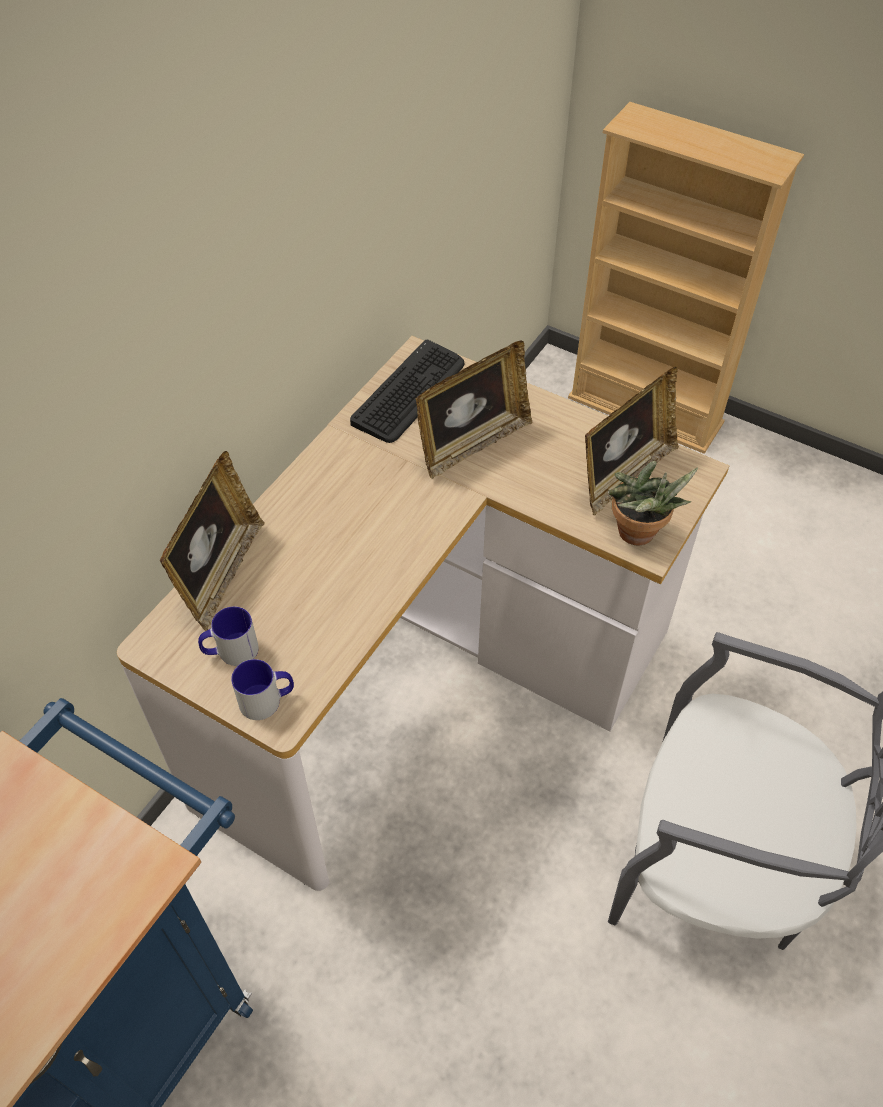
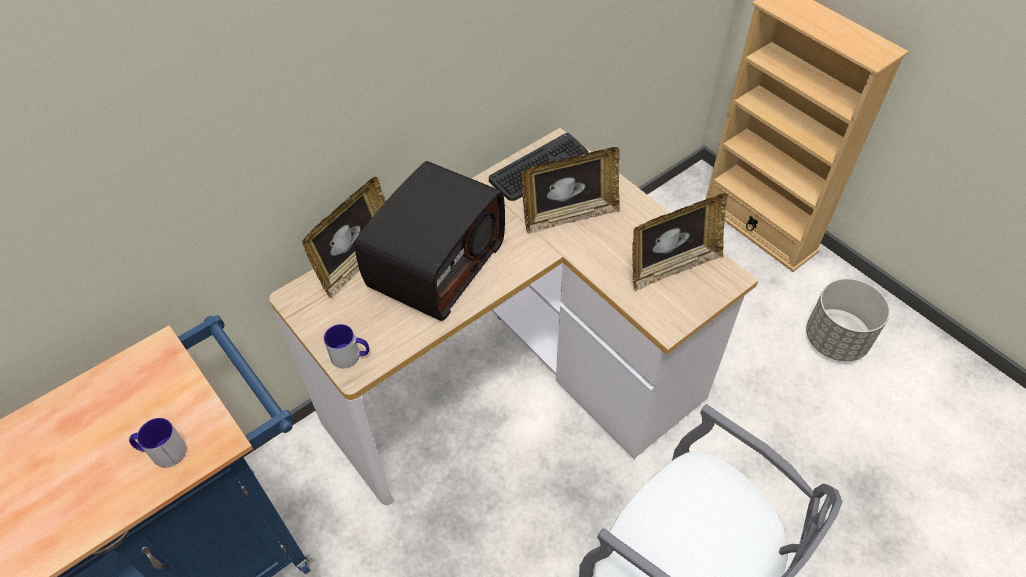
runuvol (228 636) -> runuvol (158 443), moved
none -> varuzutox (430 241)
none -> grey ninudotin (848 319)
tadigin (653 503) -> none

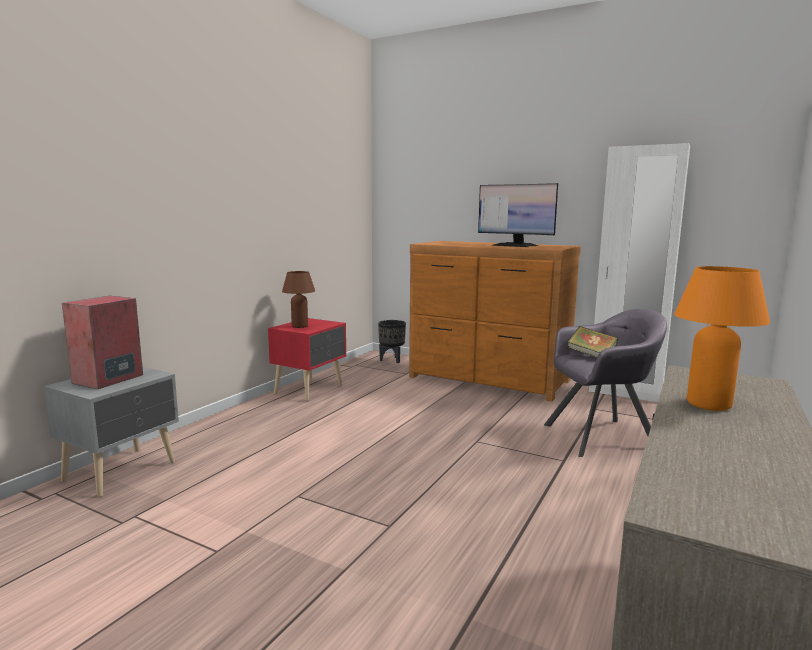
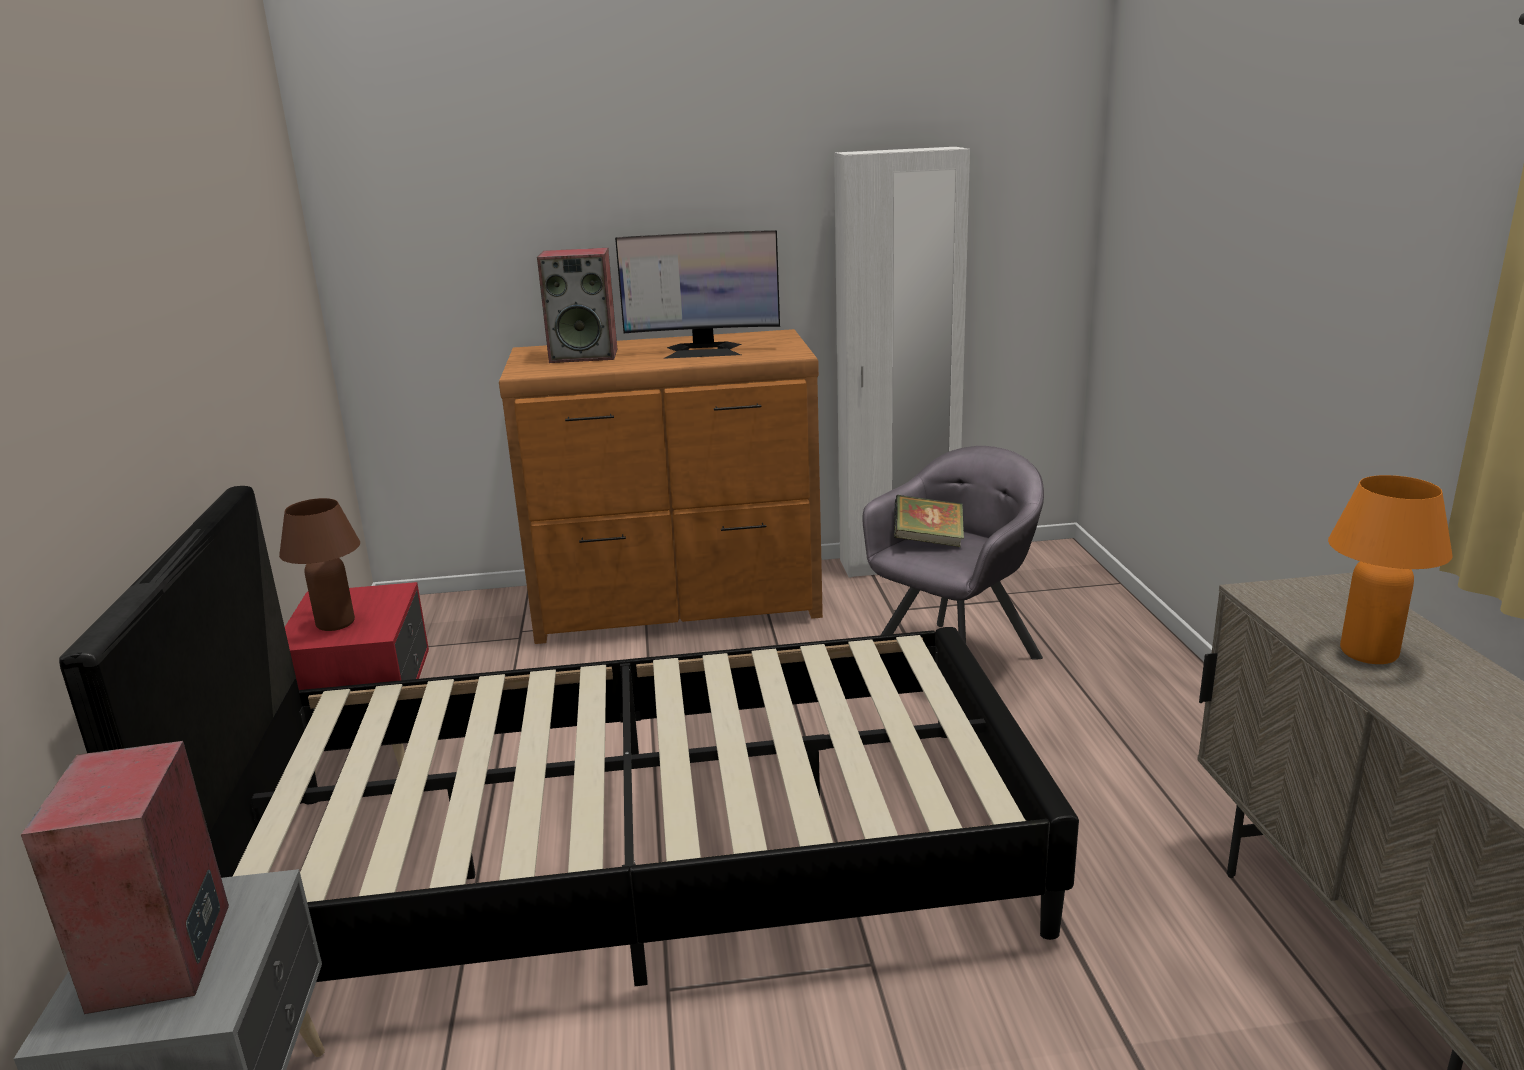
none -> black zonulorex (569 736)
none -> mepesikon (577 305)
black ninudotin (392 341) -> none

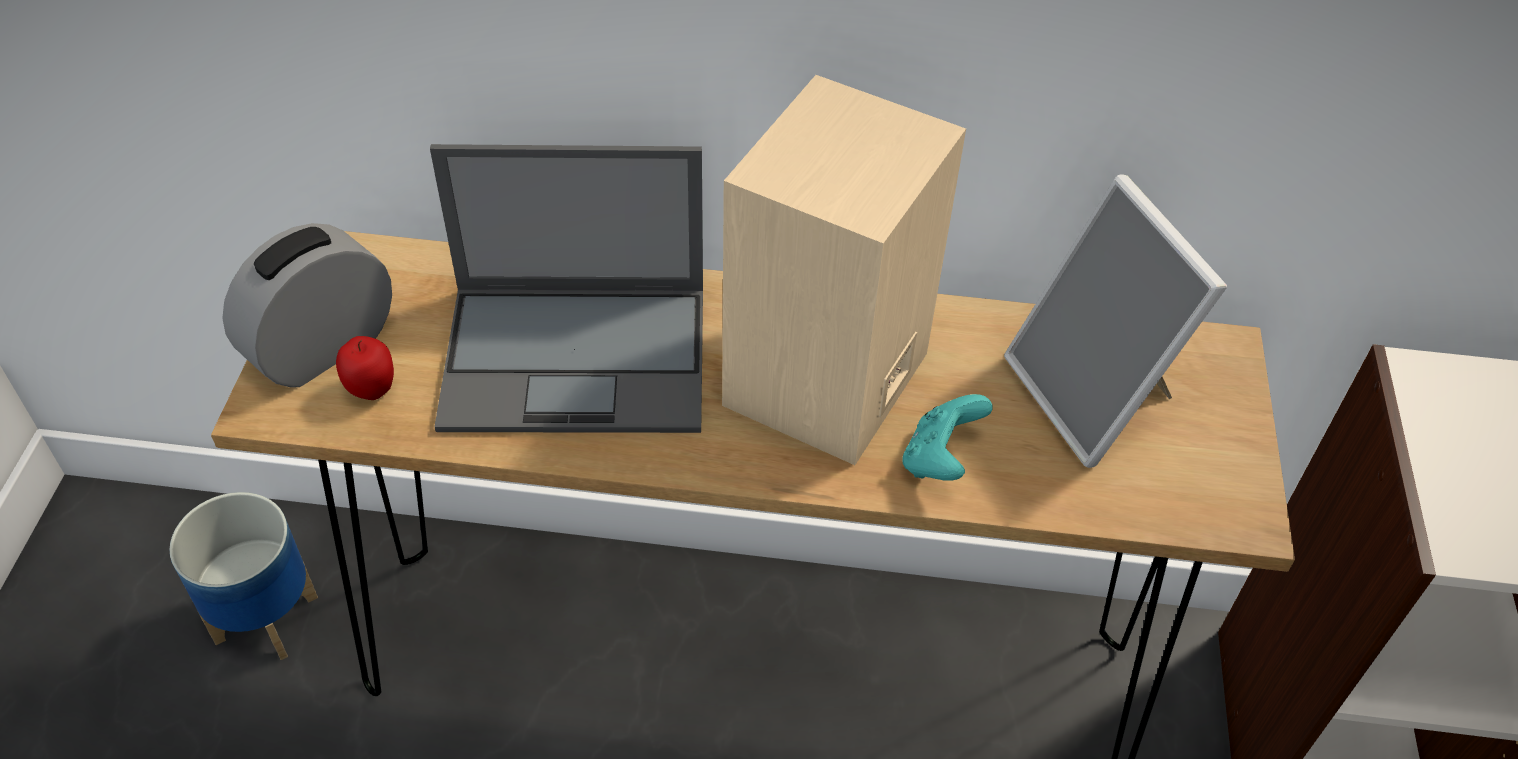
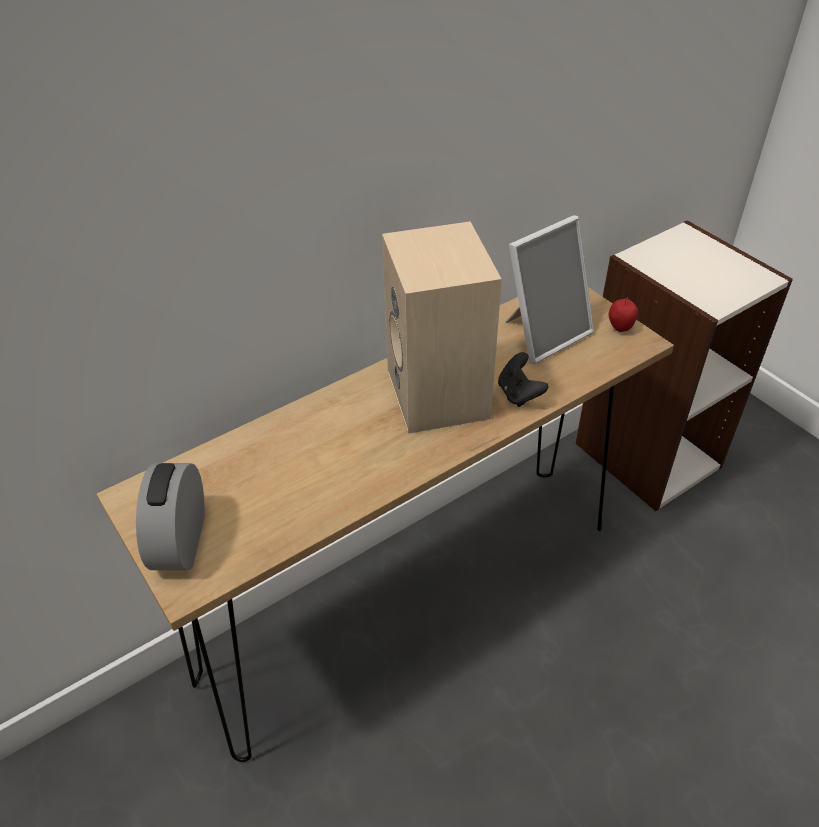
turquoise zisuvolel (947 437) -> black zisuvolel (523 379)
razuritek (1115 321) -> razuritek (549 289), 60 degrees counterclockwise
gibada (365 368) -> gibada (623 314), moved
ninudotin (244 576) -> none
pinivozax (566 288) -> none

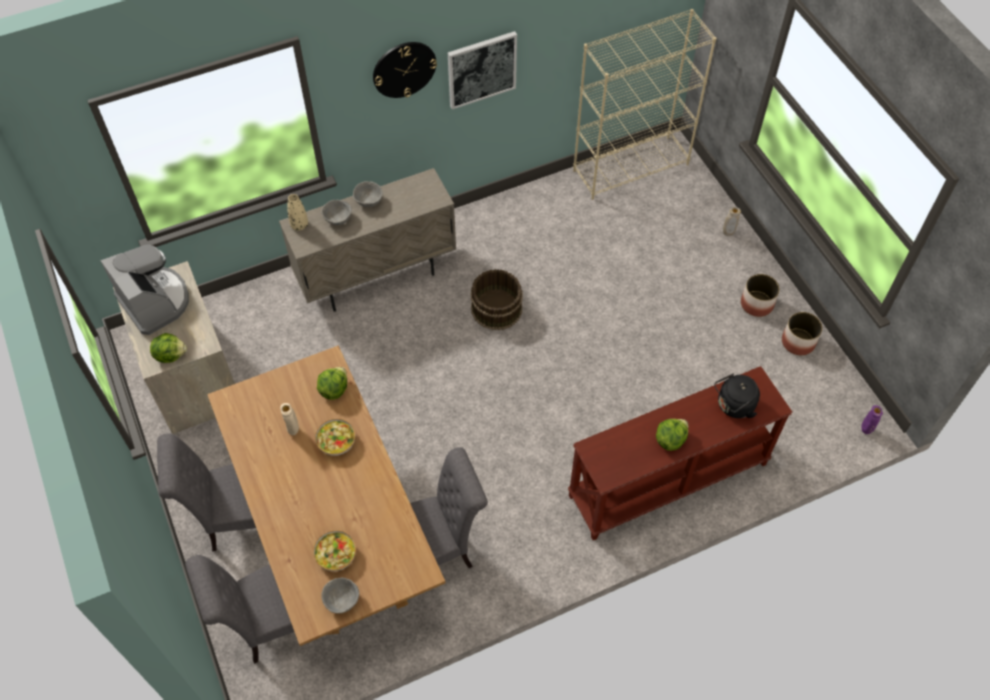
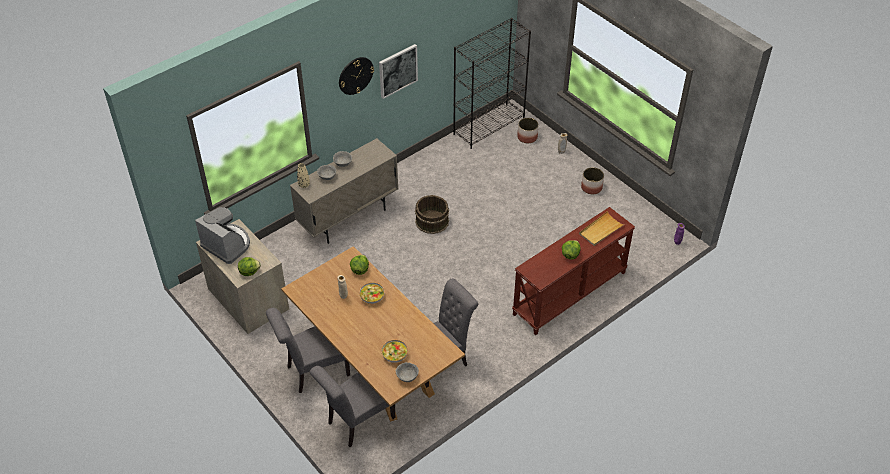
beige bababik (644 104) -> black bababik (492 83)
ninudotin (802 333) -> ninudotin (527 130), moved
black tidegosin (737 395) -> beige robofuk (602 228)

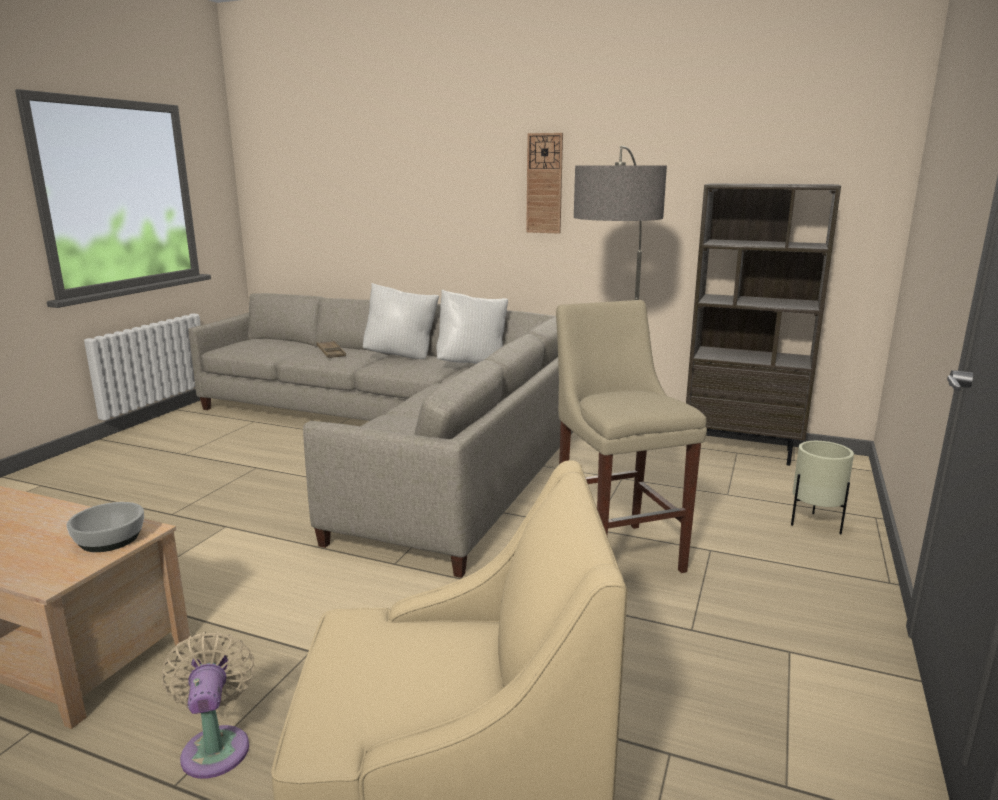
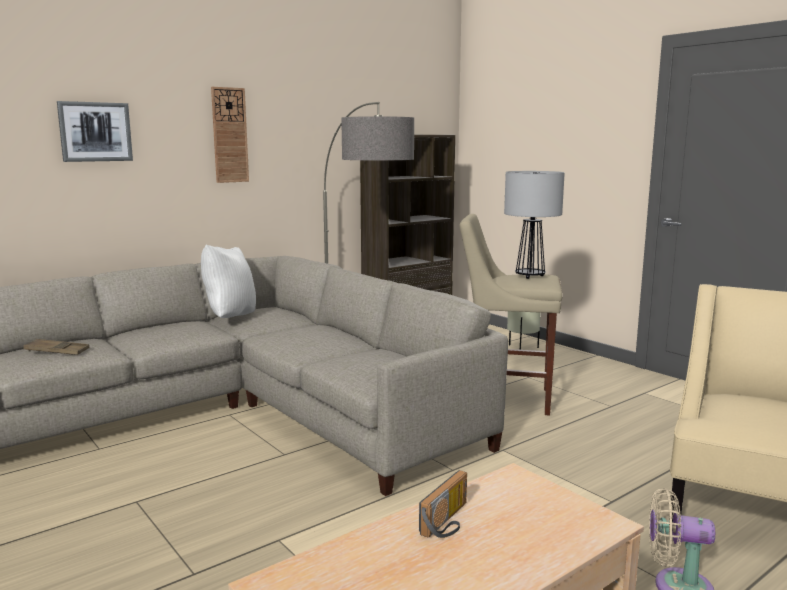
none -> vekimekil (95 131)
none -> varuzutox (443 504)
none -> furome (534 225)
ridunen (105 527) -> none
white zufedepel (401 321) -> none

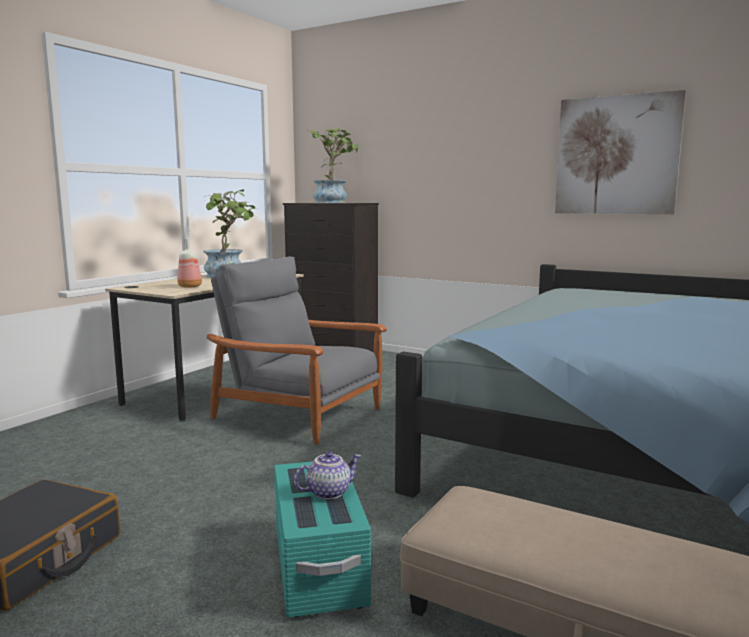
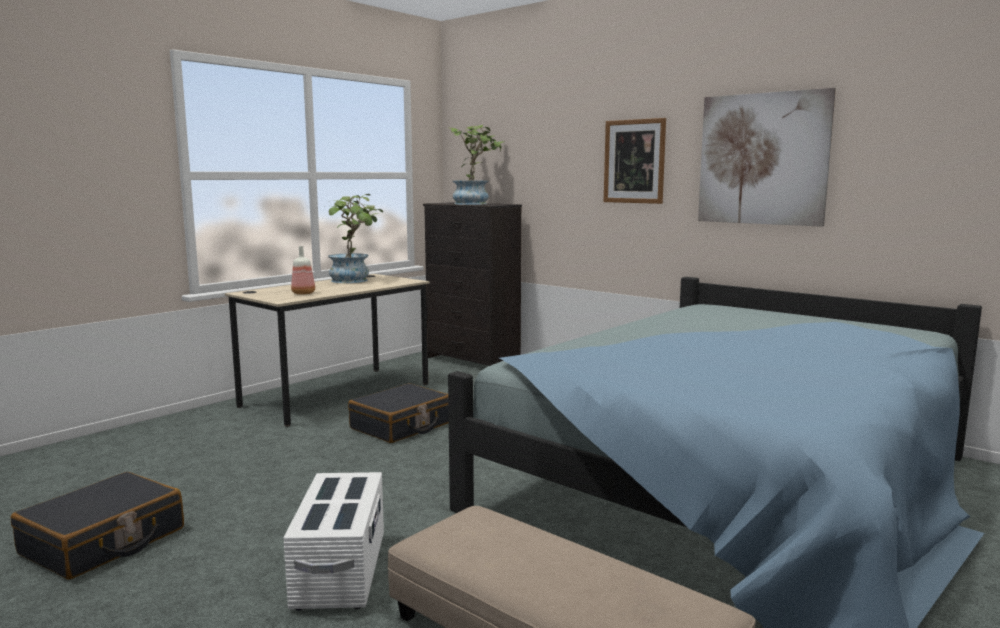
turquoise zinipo (322 539) -> white zinipo (333 541)
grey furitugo (297 350) -> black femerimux (398 413)
none -> vekimekil (635 161)
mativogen (327 475) -> none

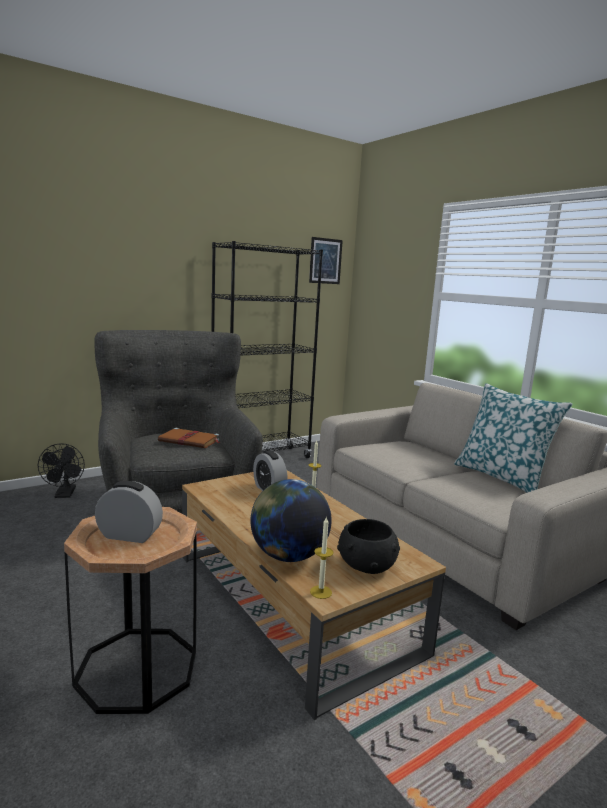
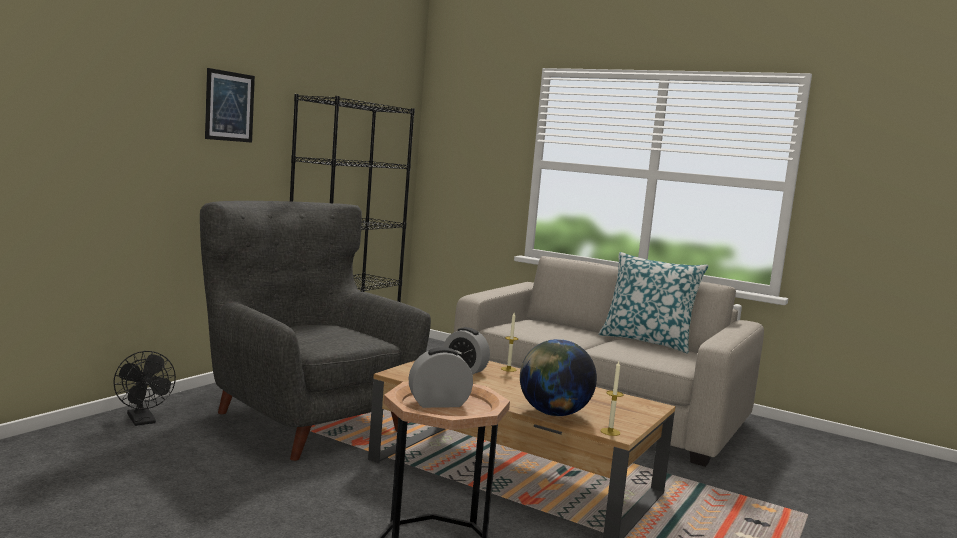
vekimekil (326 260) -> vekimekil (230 105), moved
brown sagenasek (188 438) -> none
black ridunen (368 546) -> none

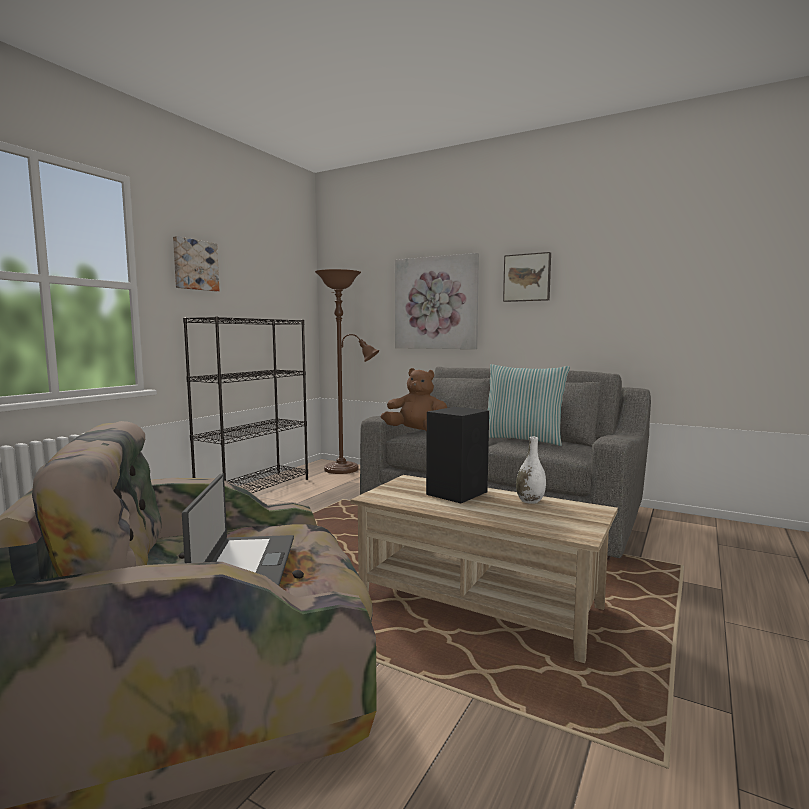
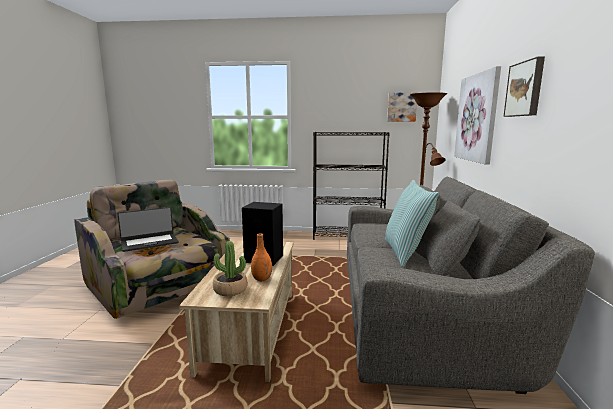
none -> tadigin (230 268)
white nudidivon (531 470) -> orange nudidivon (261 257)
vekimekil (196 263) -> vekimekil (402 106), moved
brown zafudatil (413 400) -> none

